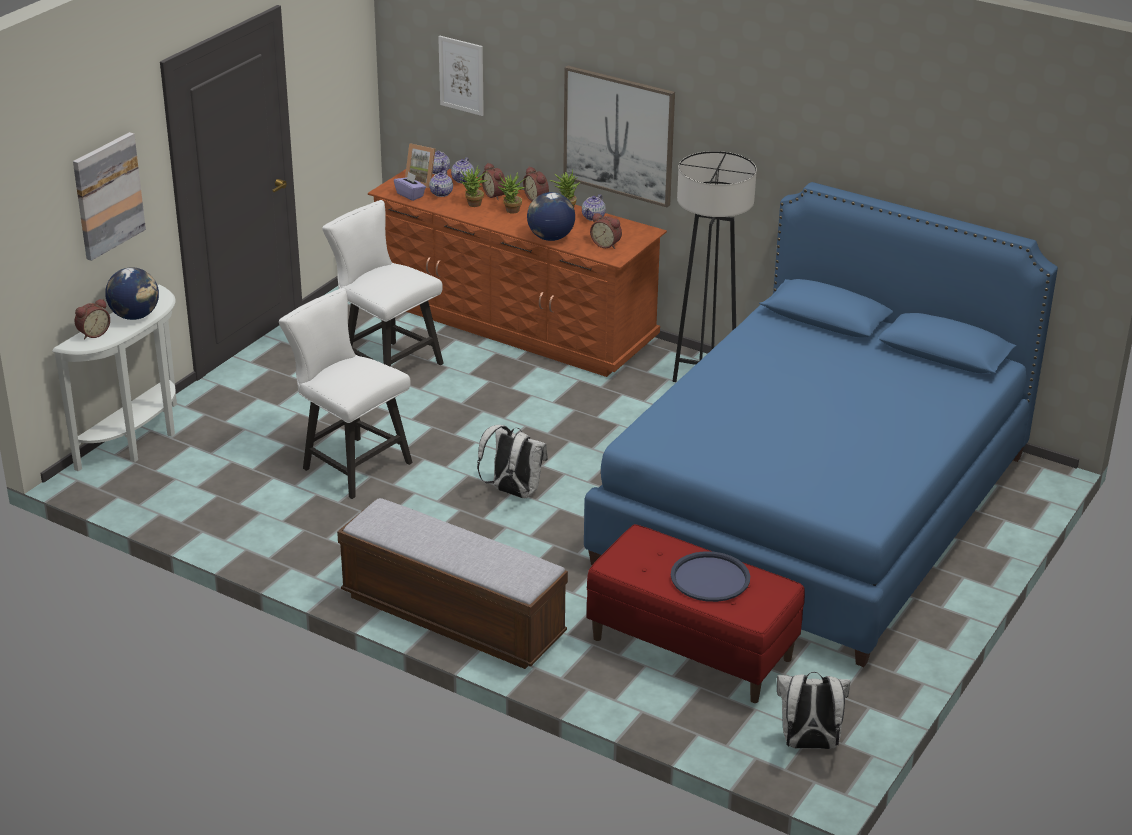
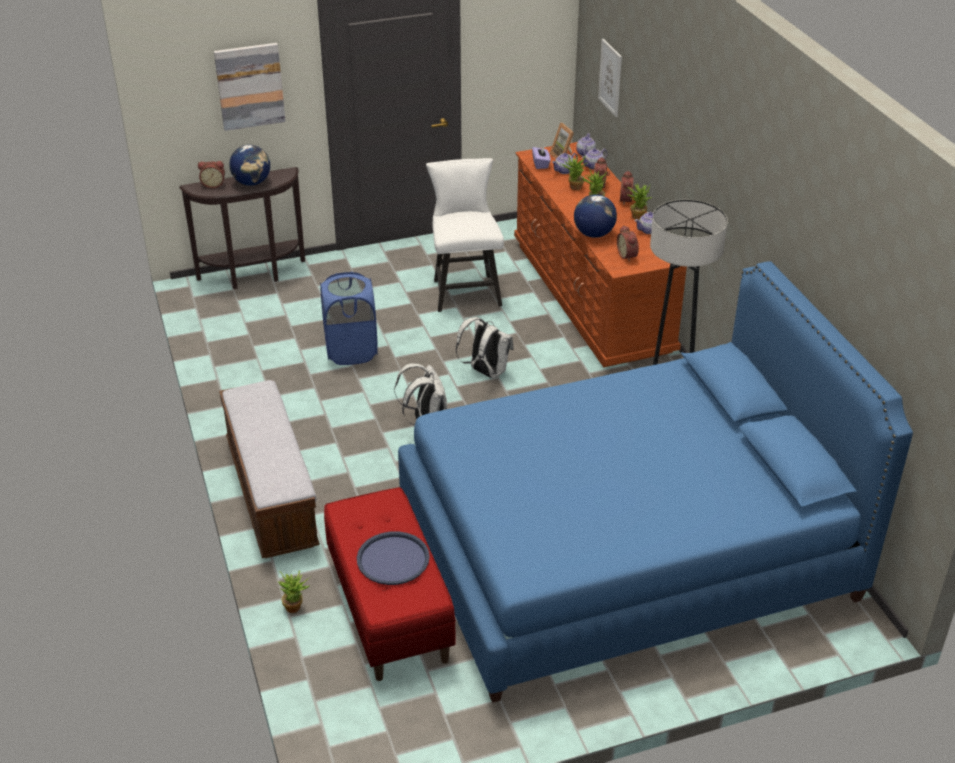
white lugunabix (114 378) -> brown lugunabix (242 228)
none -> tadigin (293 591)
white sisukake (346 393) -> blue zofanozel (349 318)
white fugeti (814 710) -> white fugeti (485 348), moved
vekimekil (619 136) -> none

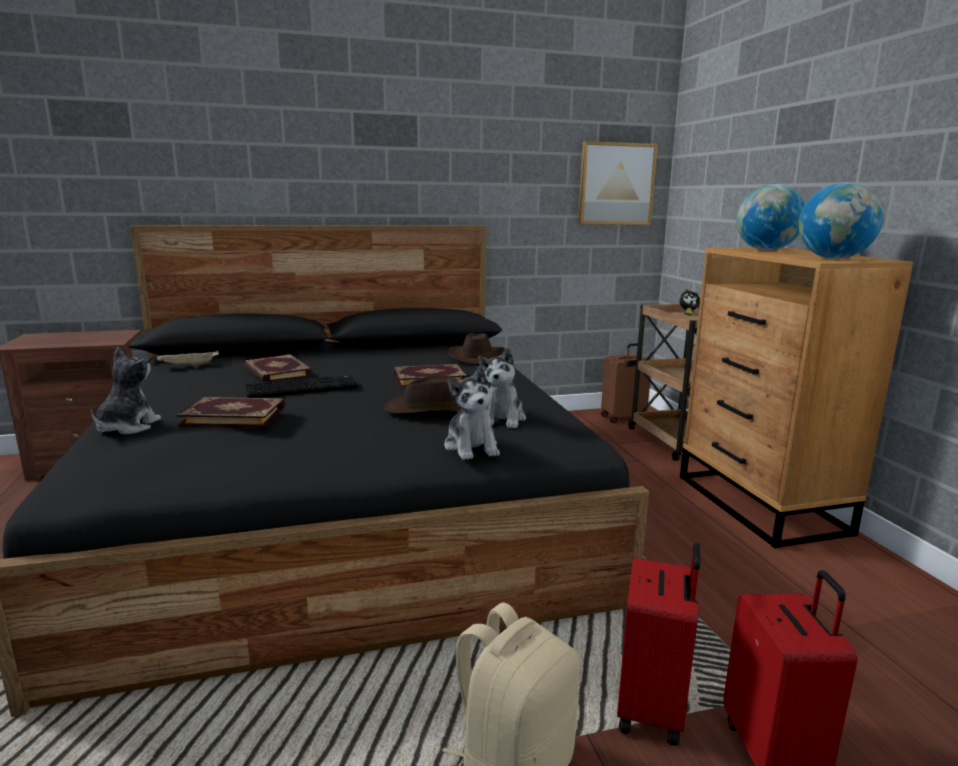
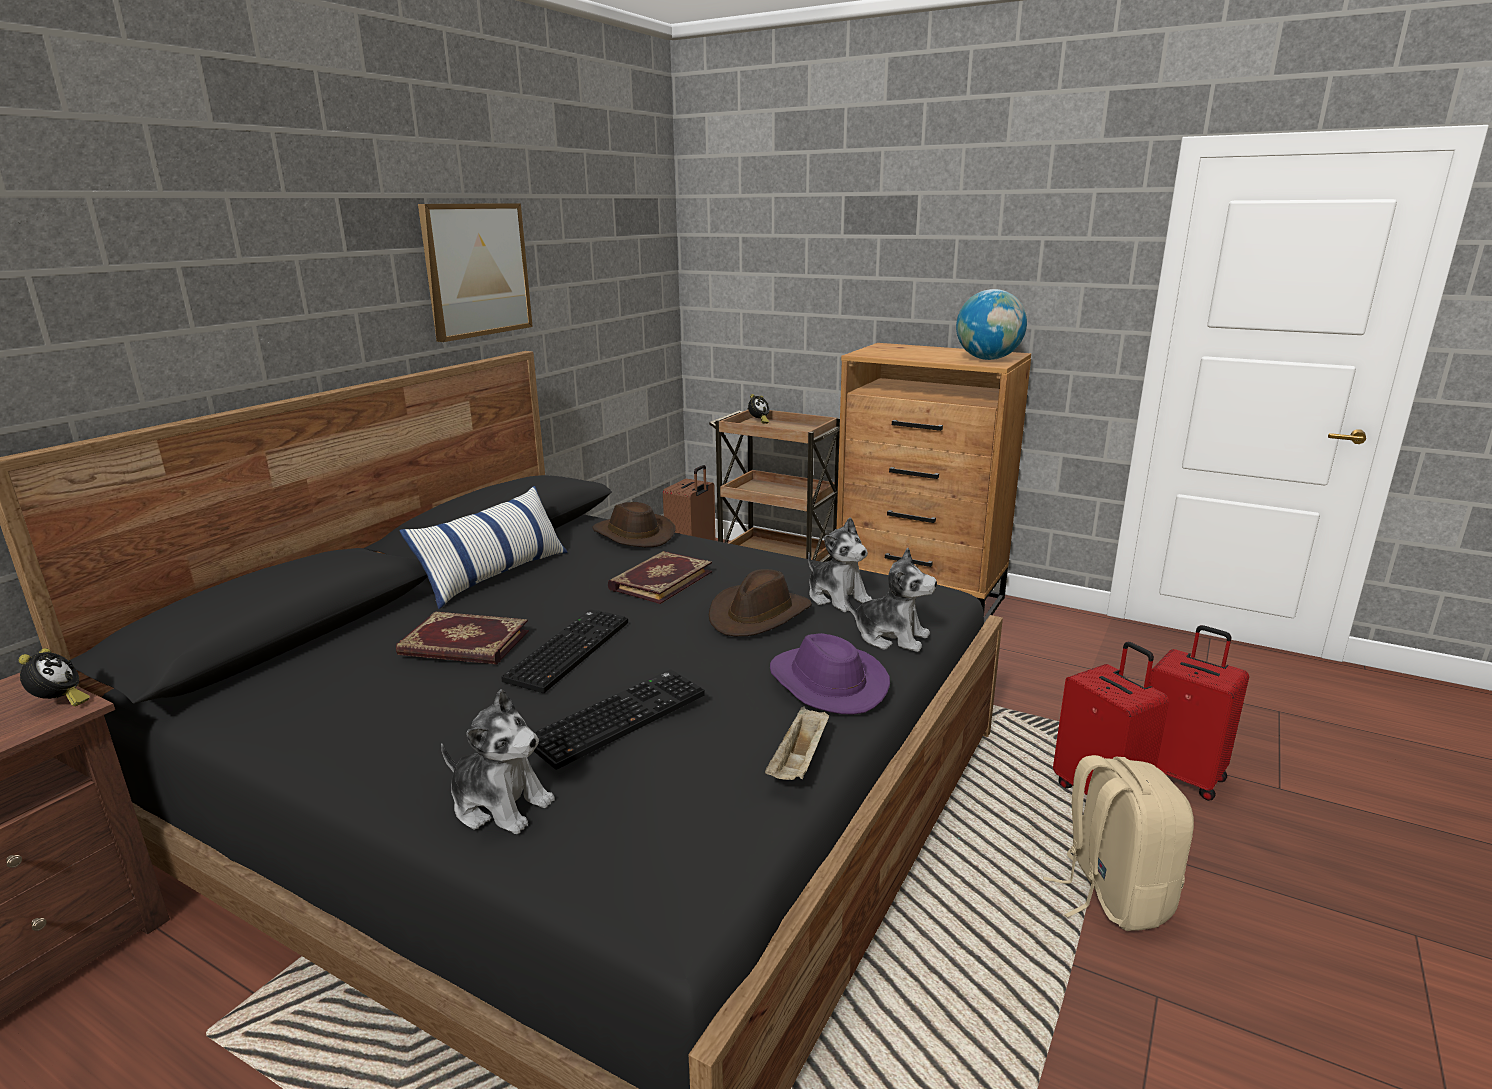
none -> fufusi (54 677)
none -> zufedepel (484 547)
vekimekil (618 183) -> vekimekil (475 272), moved
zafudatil (126 391) -> zafudatil (498 761), 150 degrees clockwise
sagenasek (231 412) -> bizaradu (619 720)
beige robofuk (188 358) -> beige robofuk (797 743), moved
none -> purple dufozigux (830 673)
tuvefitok (770 217) -> none

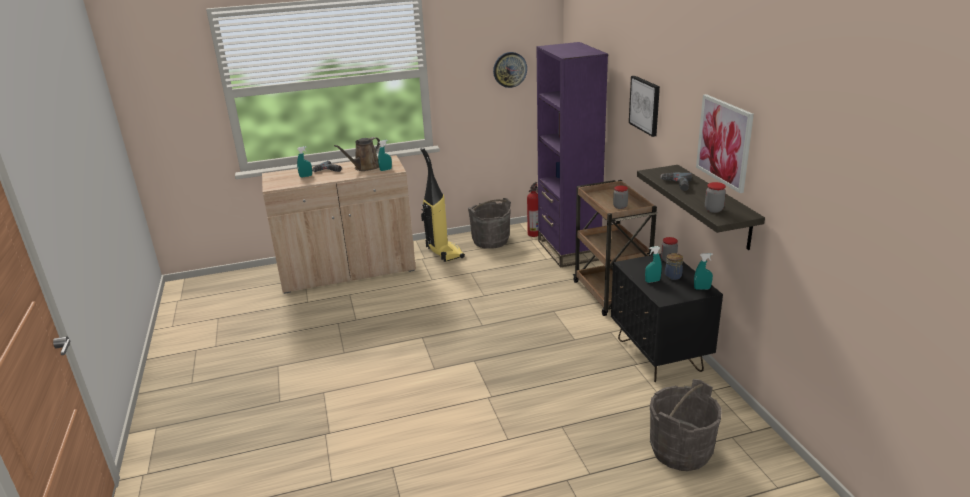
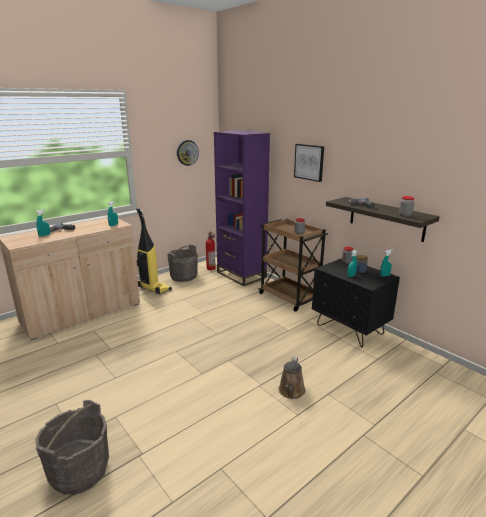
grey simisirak (686 425) -> grey simisirak (72 447), moved
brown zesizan (357 154) -> brown zesizan (292 378), moved
vekimekil (725 143) -> none

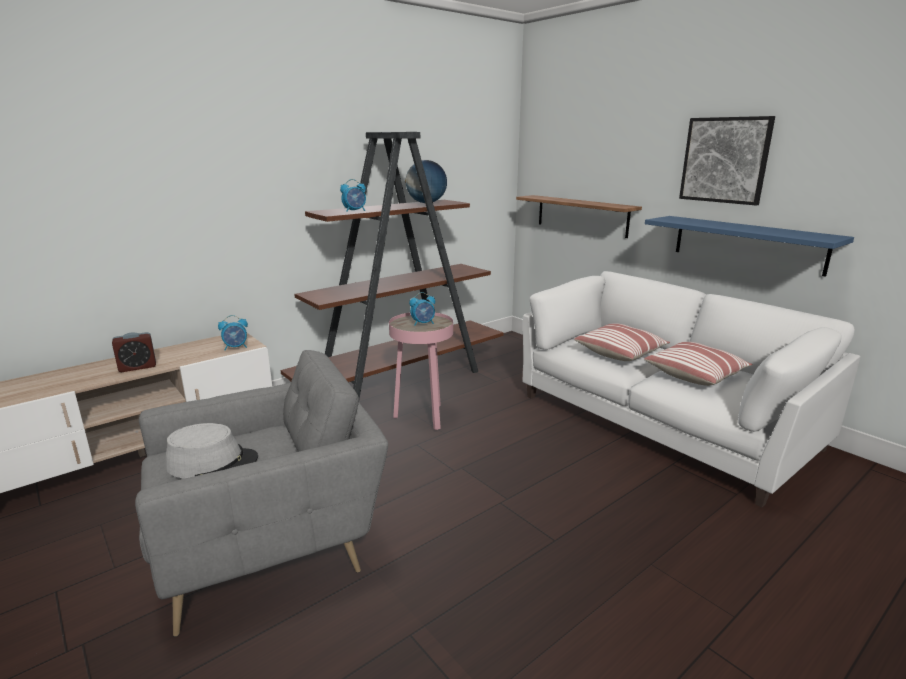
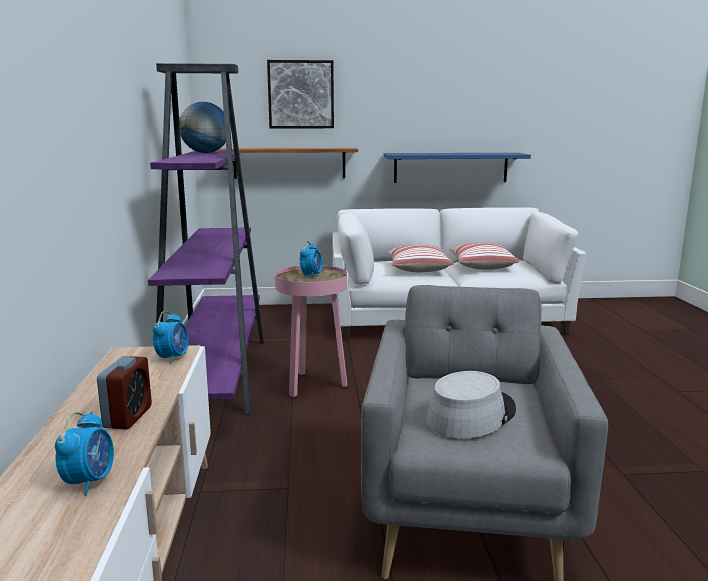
fufusi (353 195) -> fufusi (84 454), moved
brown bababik (392 265) -> purple bababik (206 239)
vekimekil (727 160) -> vekimekil (300 94), moved

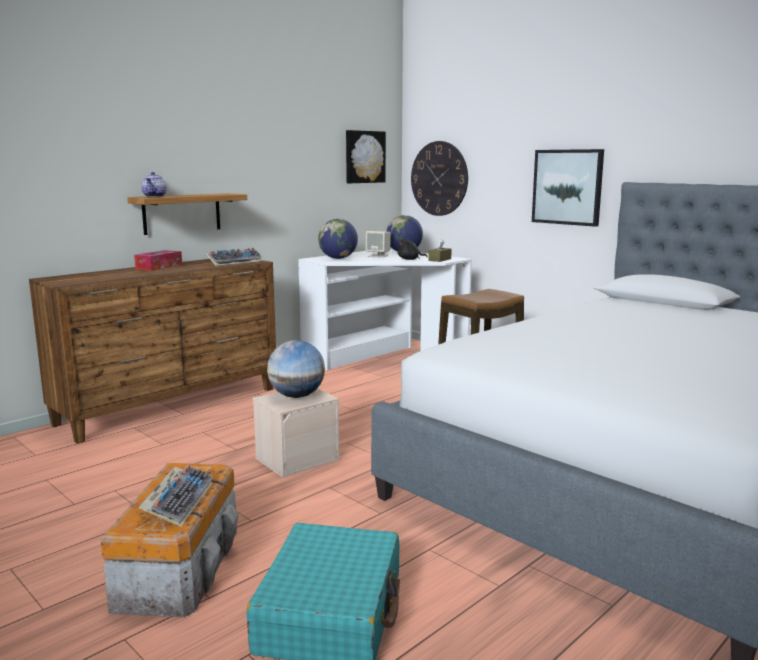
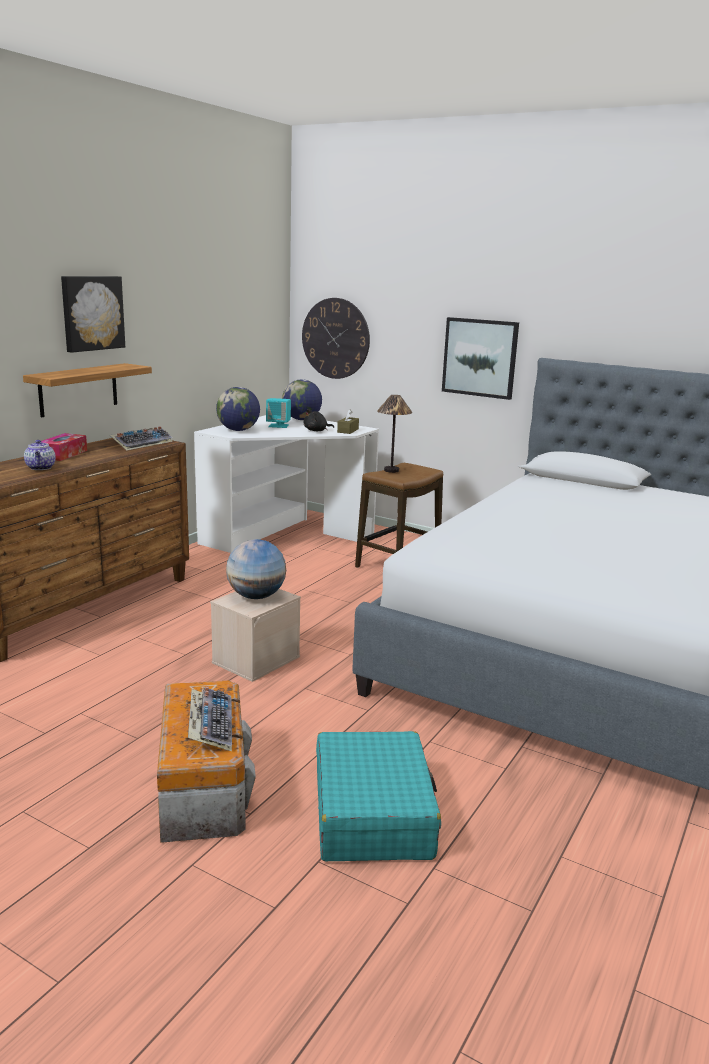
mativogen (154 184) -> mativogen (40 455), moved
vekimekil (366 156) -> vekimekil (93 314), moved
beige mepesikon (378 244) -> turquoise mepesikon (278 413)
none -> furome (394 434)

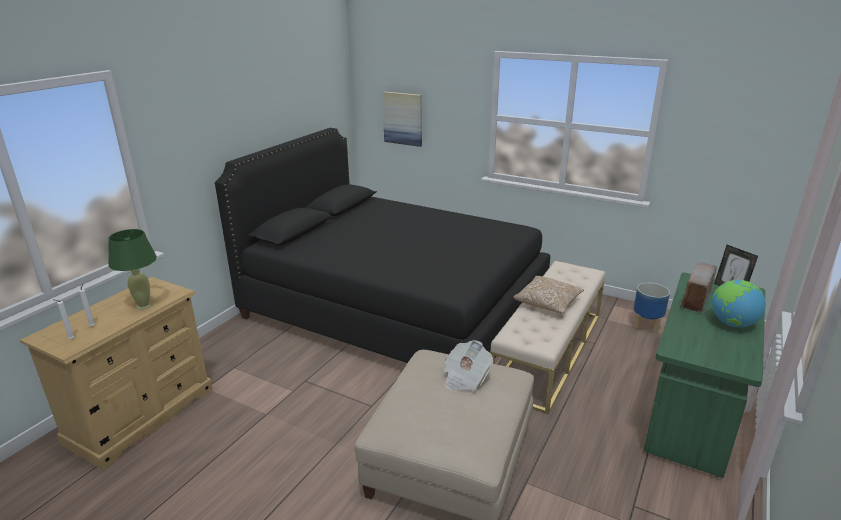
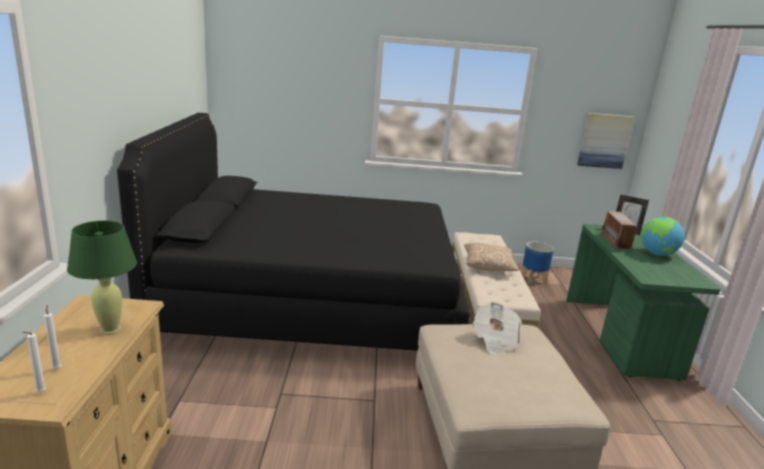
vekimekil (402 119) -> vekimekil (605 141), moved

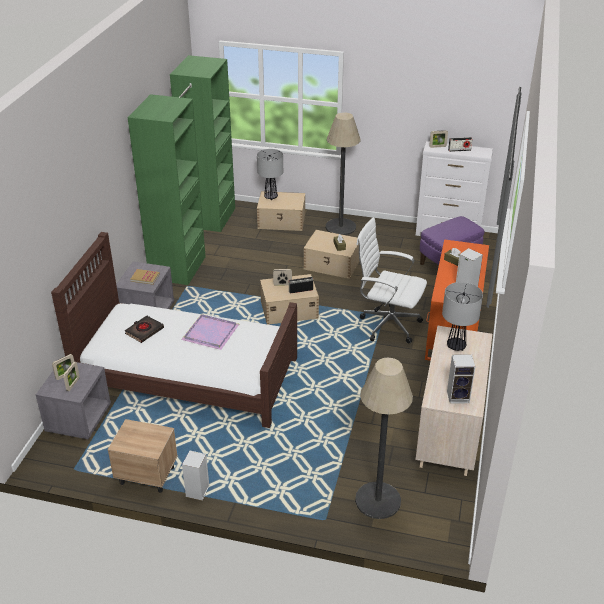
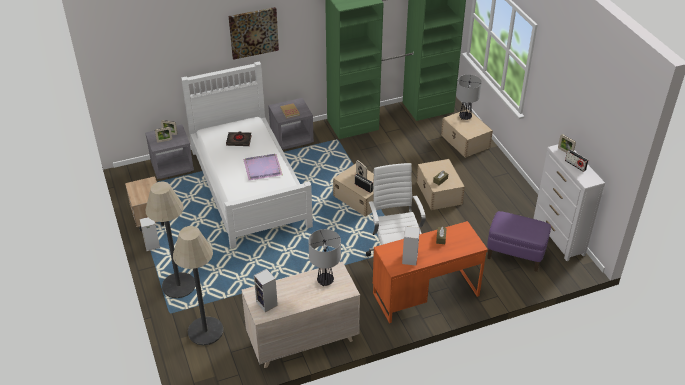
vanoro (343 173) -> vanoro (171 239), moved
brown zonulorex (174 330) -> white zonulorex (247 155)
none -> vekimekil (254 33)

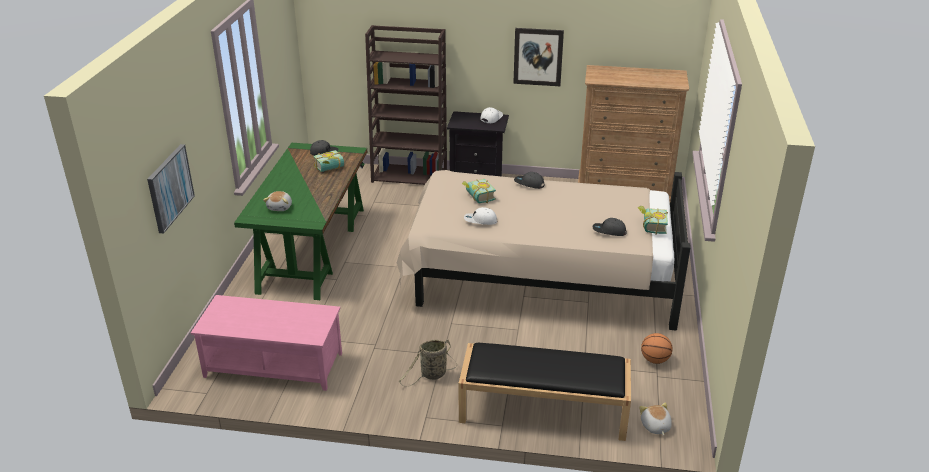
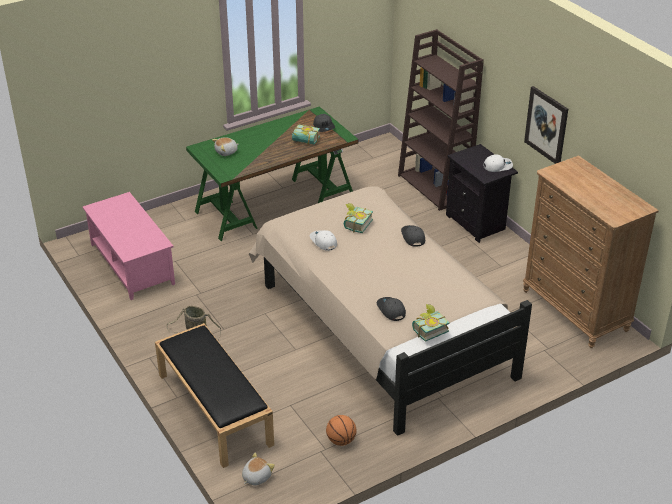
vekimekil (171 188) -> none

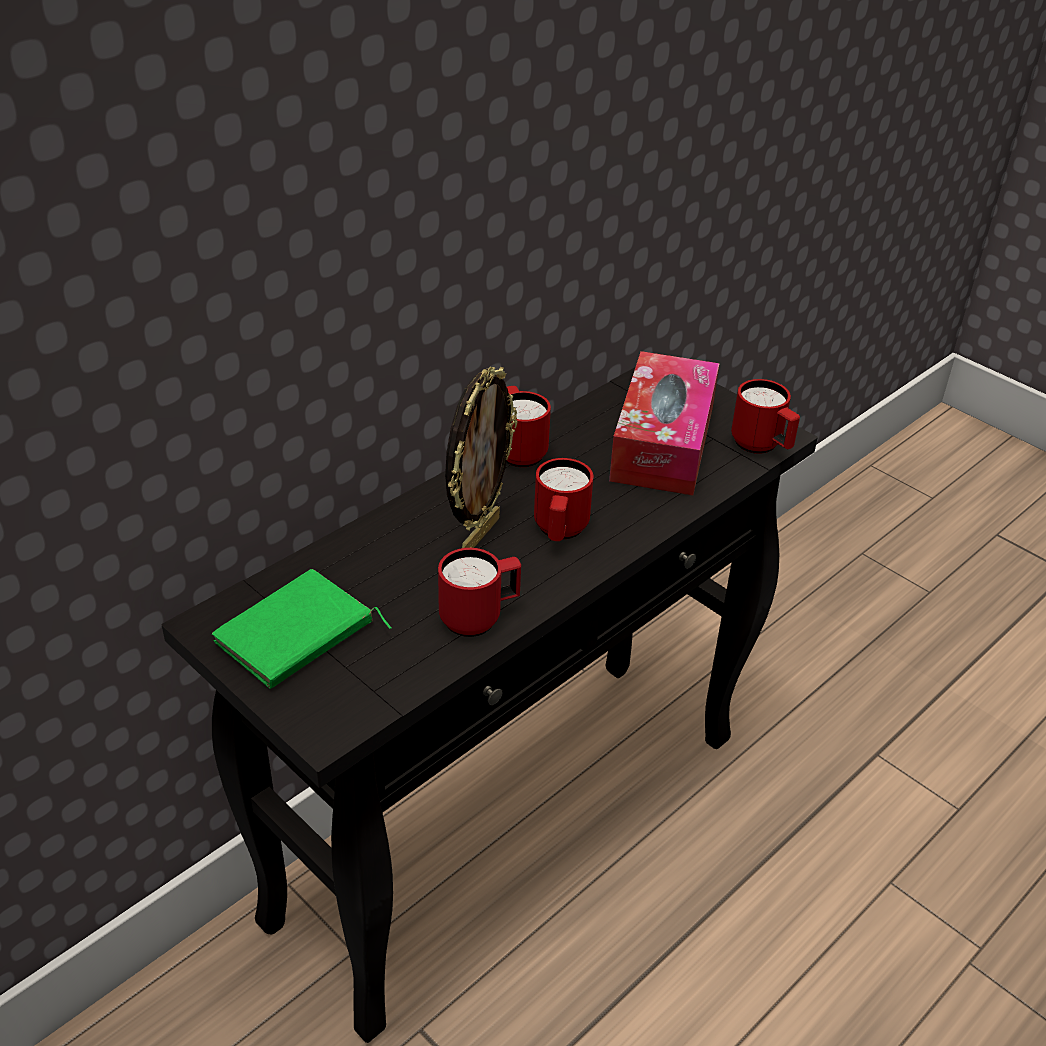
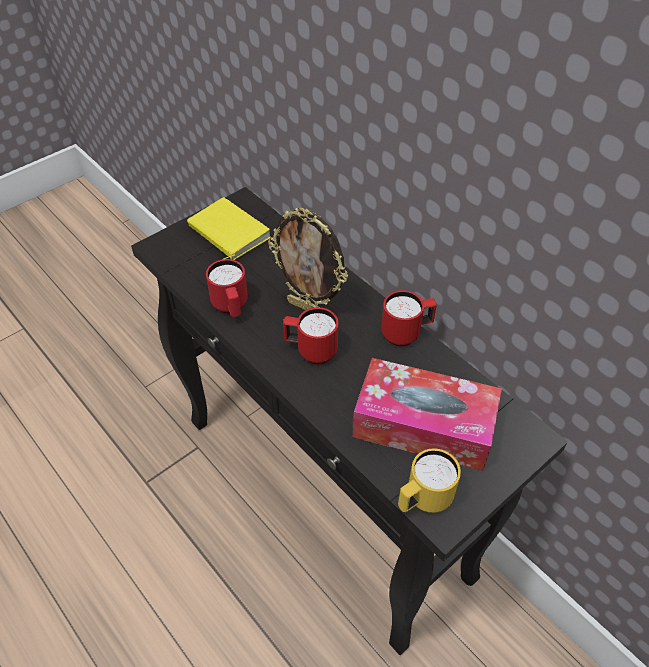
green sagenasek (301 629) -> yellow sagenasek (229 228)
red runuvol (765 416) -> yellow runuvol (429 480)

